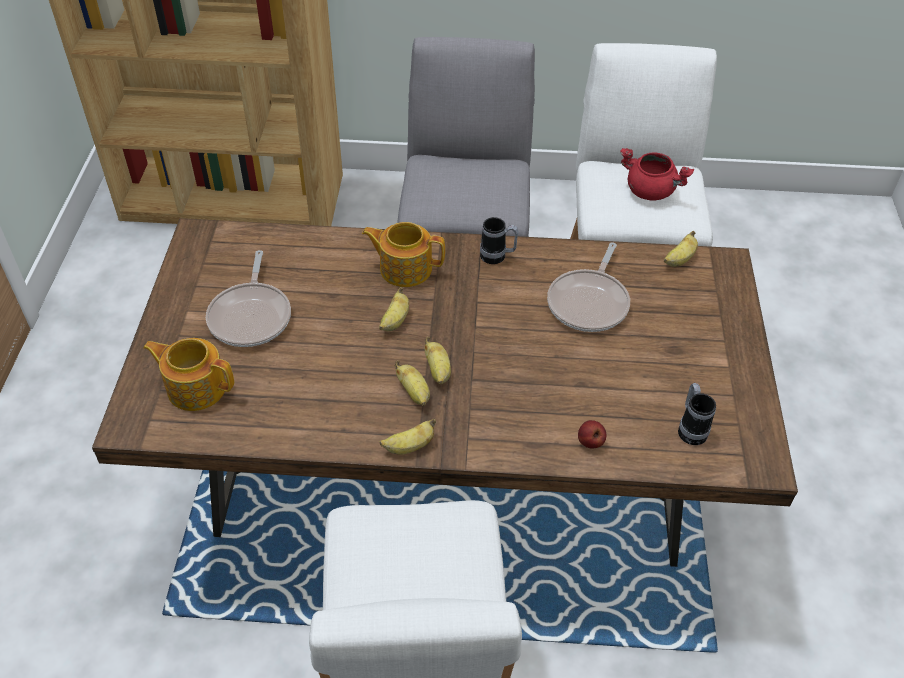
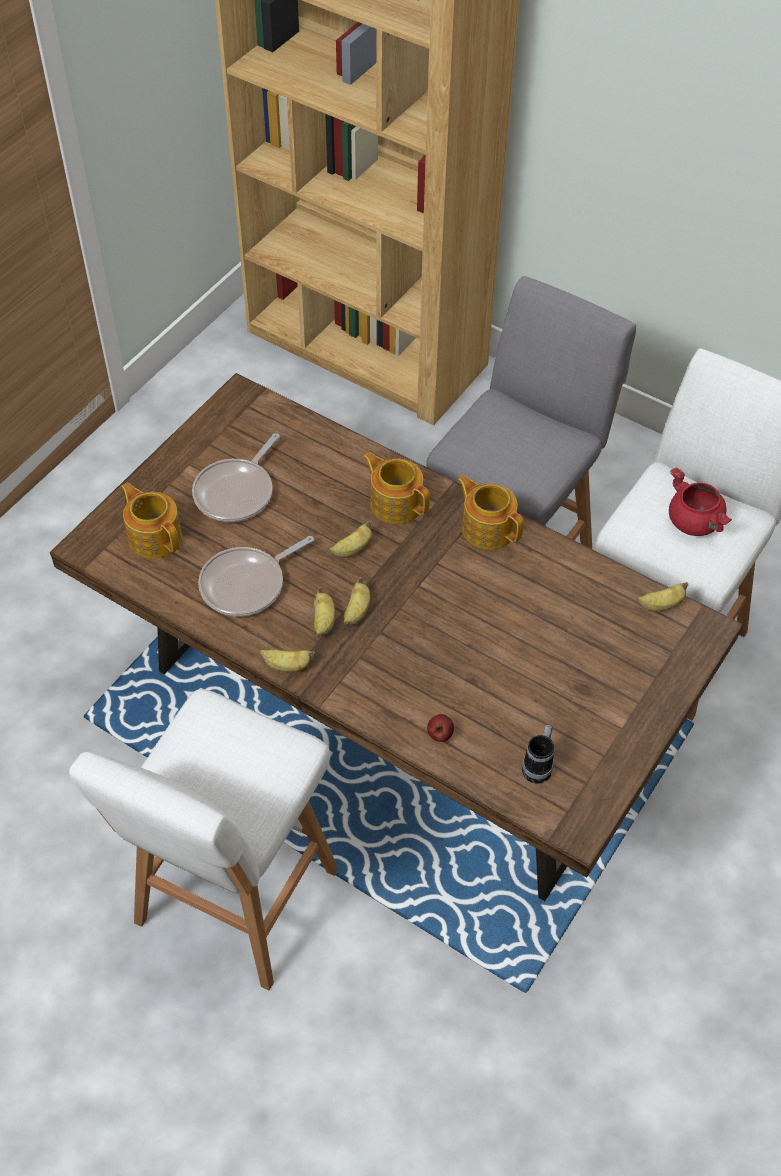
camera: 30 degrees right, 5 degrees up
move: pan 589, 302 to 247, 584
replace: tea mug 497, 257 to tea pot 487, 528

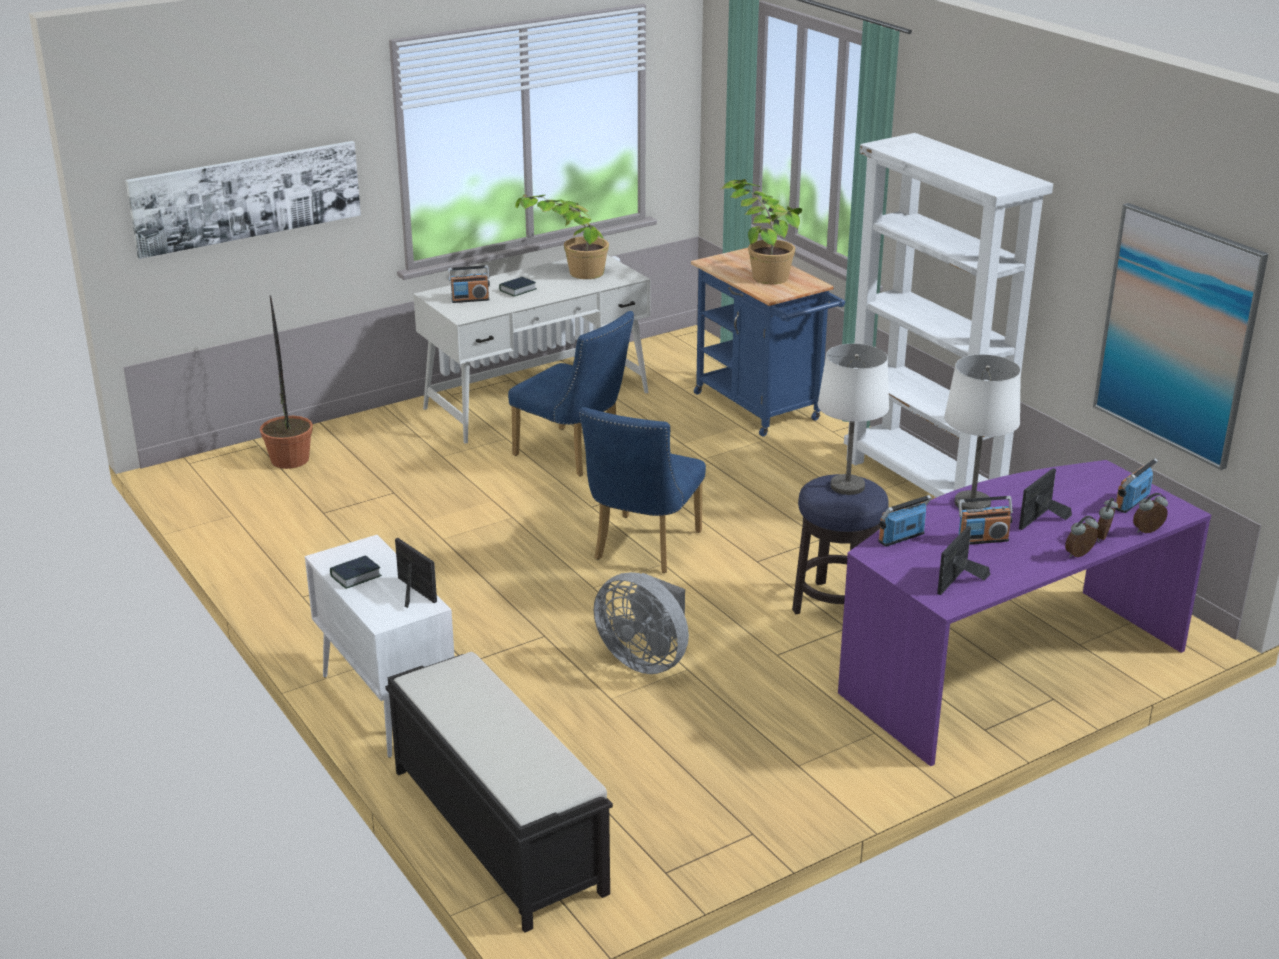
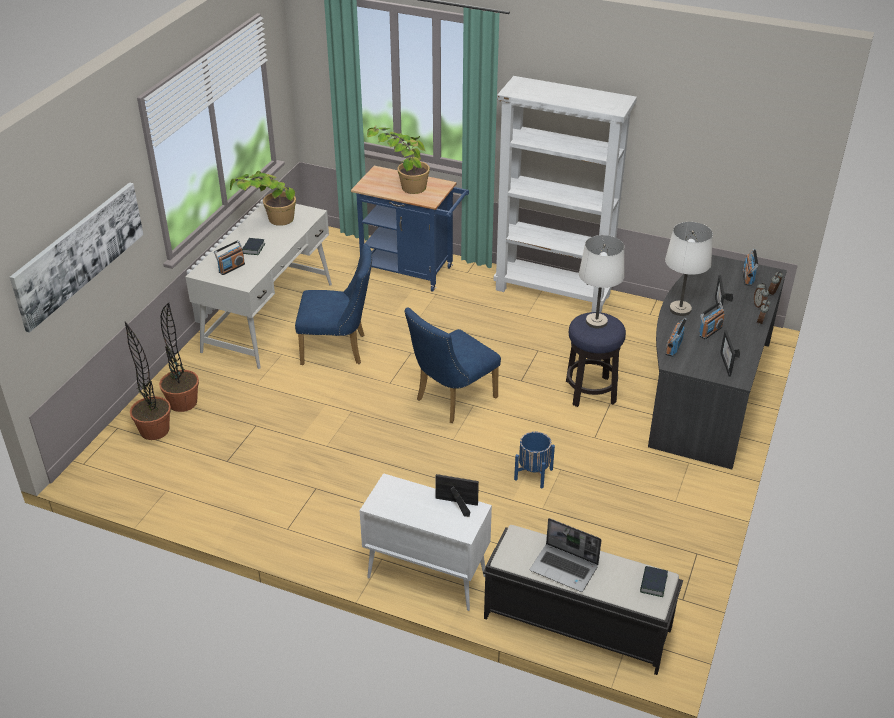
camera: 35 degrees left, 10 degrees up
delete: picture 1177, 334
insert: plant in a pot 183, 403; laptop 565, 568
move: volume 355, 576 to 653, 584
replace: greyish fan 645, 660 to bluish plant pot 533, 474
recolor: purple desk 1006, 666 to greyish desk 705, 391
rotate: bluish plain chair 642, 549 = 451, 400 60 degrees clockwise

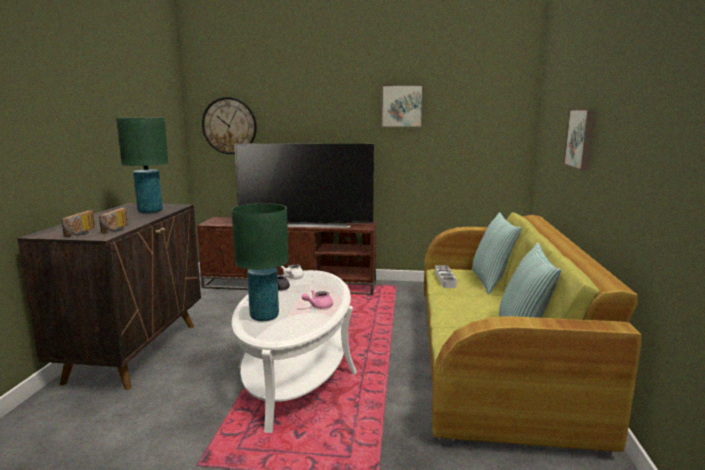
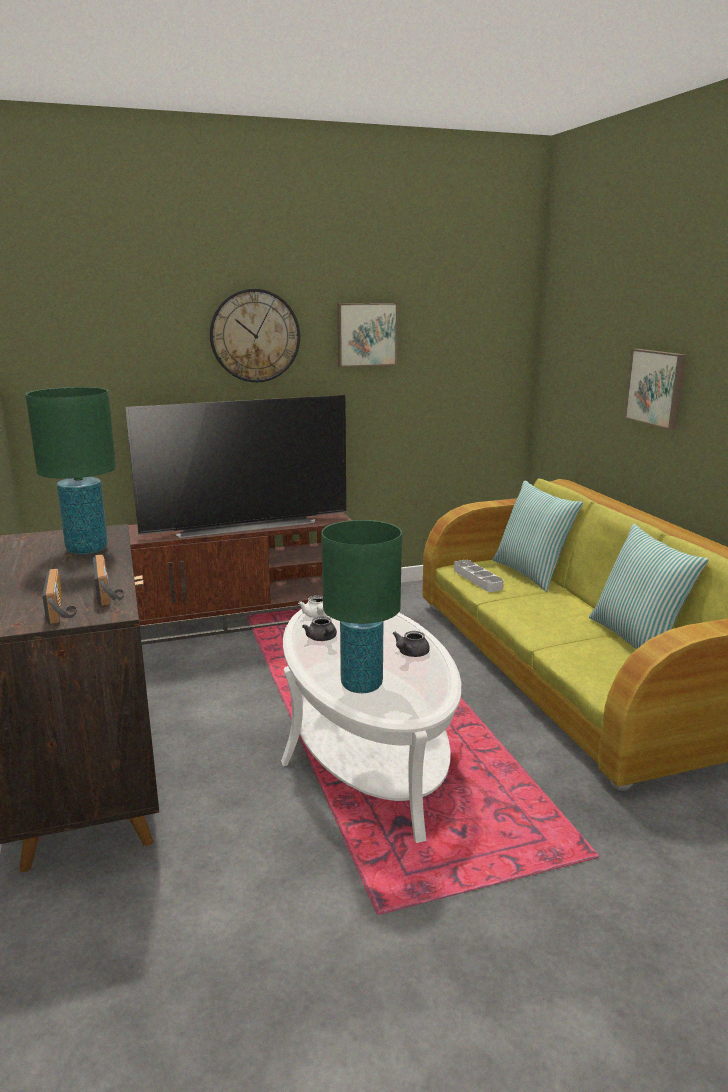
camera: 25 degrees left, 5 degrees up
move: wall clock 229, 126 to 255, 336
recolor: pinkish tea pot 318, 306 to greyish tea pot 410, 654

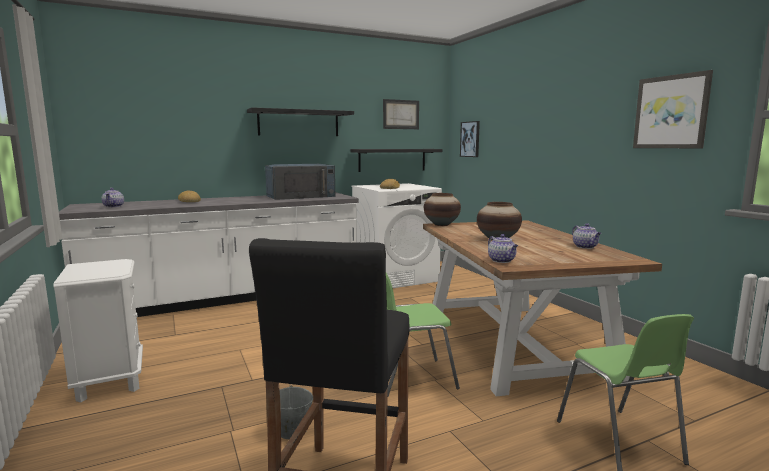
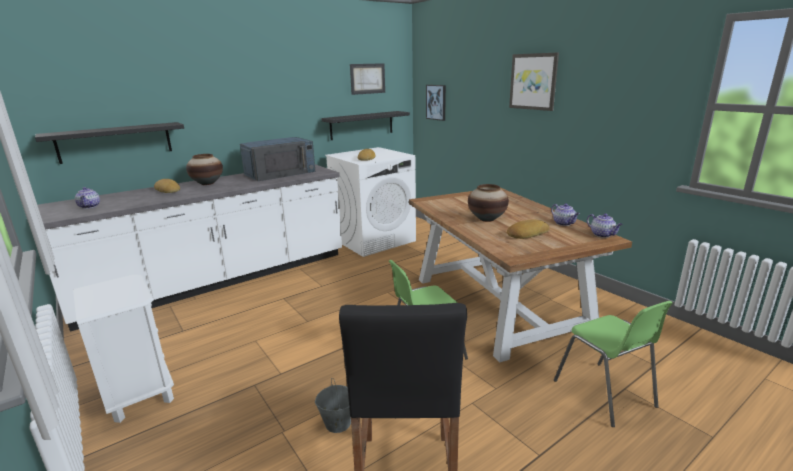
camera: 10 degrees left, 10 degrees up
insert: bakery bread 526, 233
move: black wall shelf 299, 123 to 115, 142; flower vase 441, 225 to 207, 183; tea pot 502, 261 to 602, 235; picture 671, 112 to 533, 81

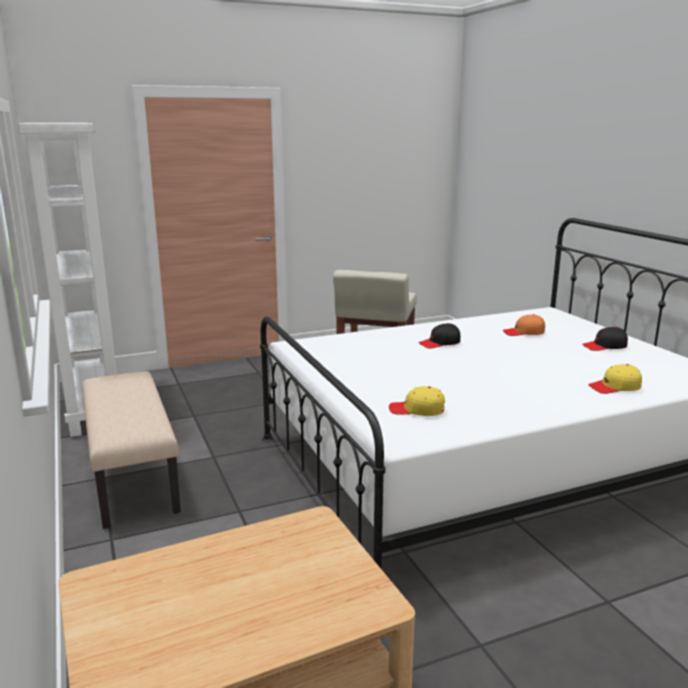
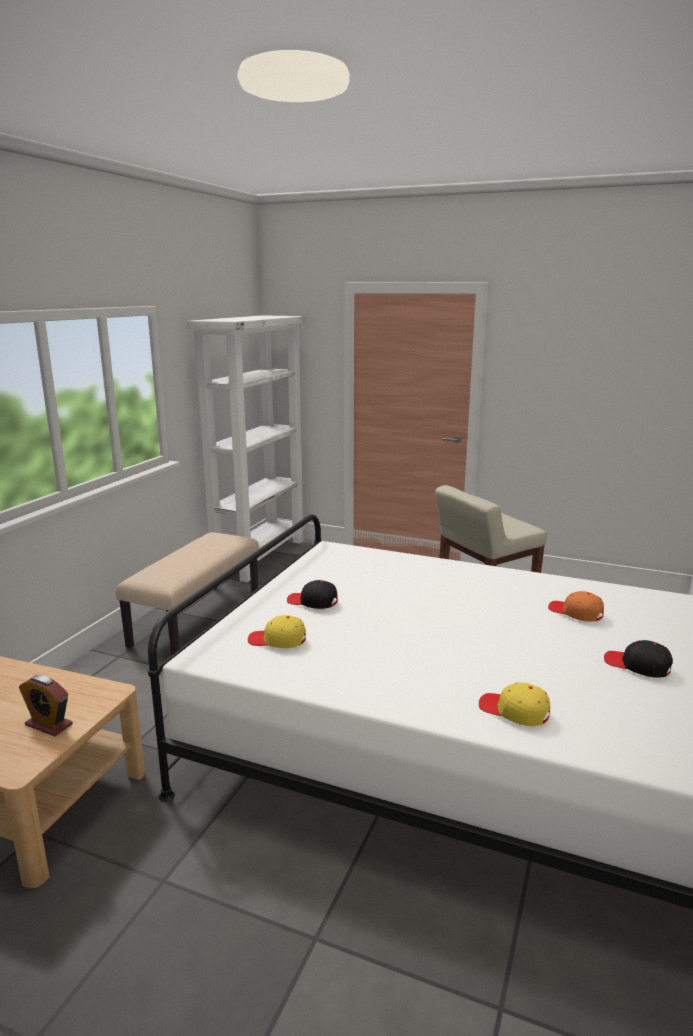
camera: 45 degrees right, 0 degrees up
insert: bedside clock 49, 725
move: black cap 440, 343 to 312, 602
rotate: yellow cap 417, 410 = 277, 640 45 degrees counterclockwise

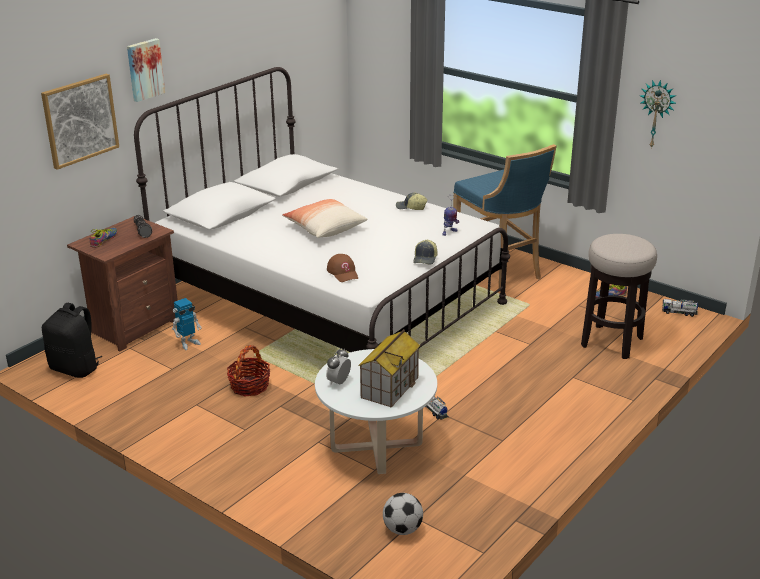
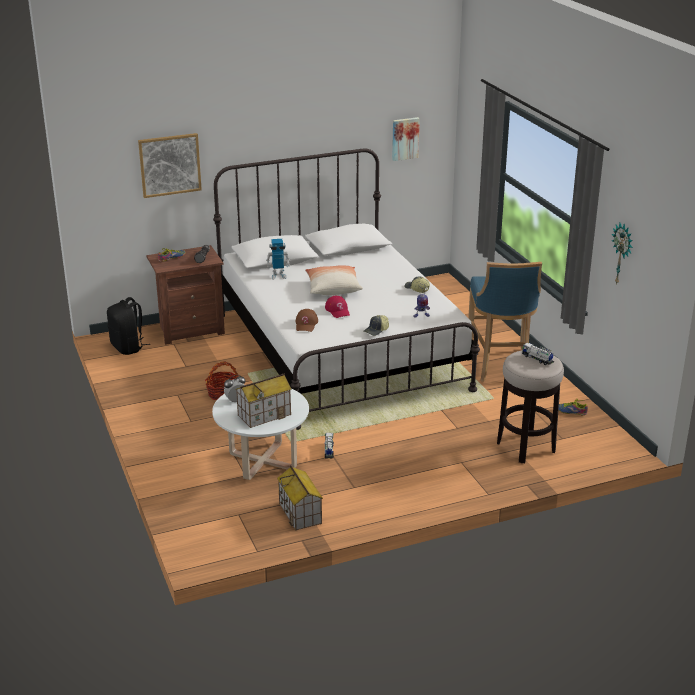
camera: 30 degrees right, 0 degrees up
delete: ball for football 402, 530
insert: toy house 300, 513; reddish cap 338, 310
move: picture 144, 69 to 405, 138; toy robot 188, 343 to 278, 276; toy truck 679, 312 to 537, 359

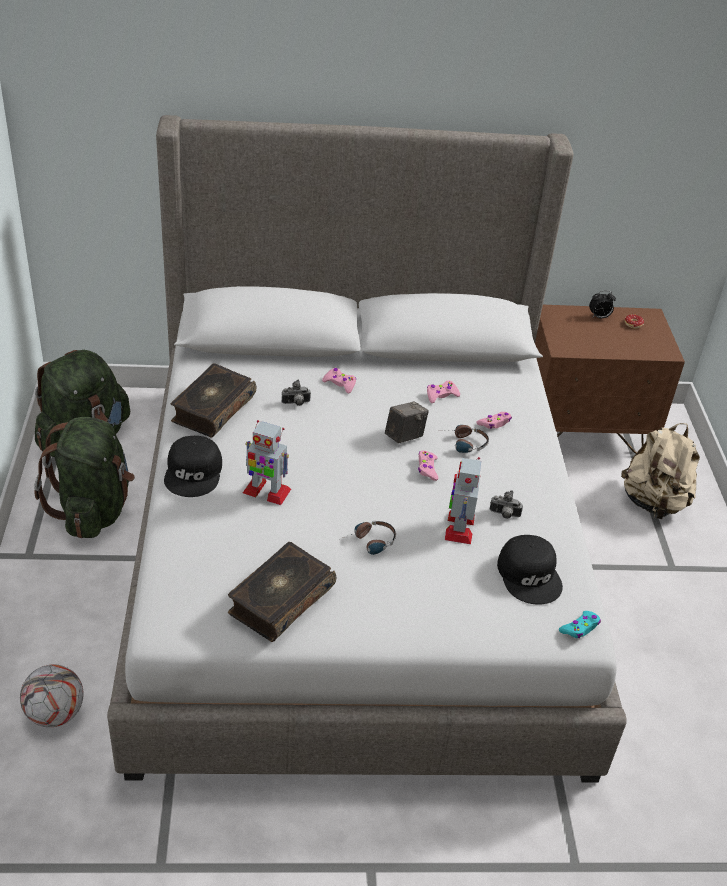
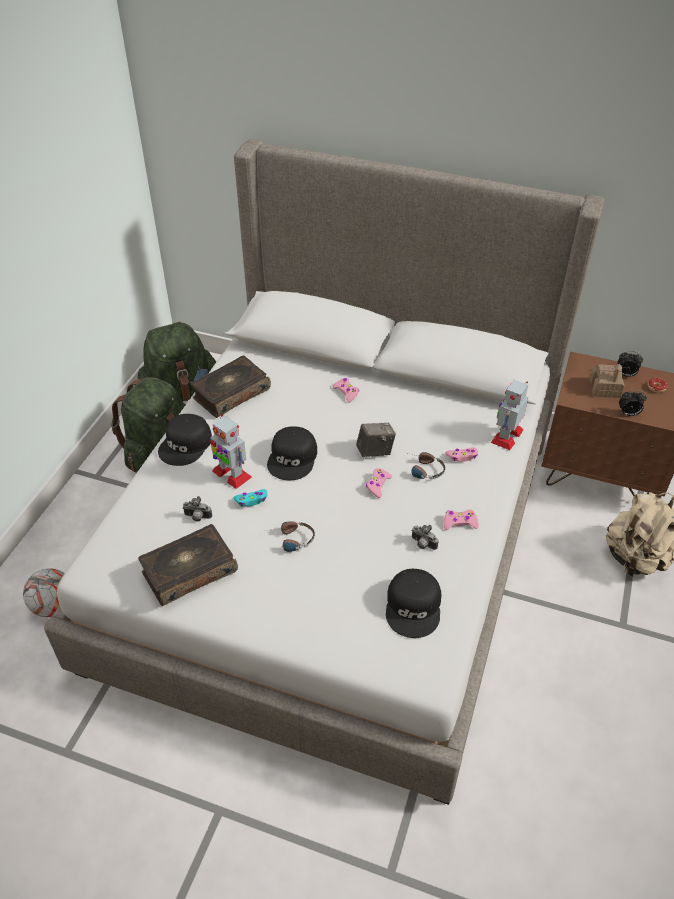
camera: 25 degrees right, 5 degrees up
insert: black cap 293, 458; toy house 605, 388; bedside clock 628, 414
move: still camera 296, 403 to 197, 517; pinkish joypad 441, 395 to 459, 522; toy robot 459, 527 to 507, 436; turquoise joypad 580, 628 to 251, 500

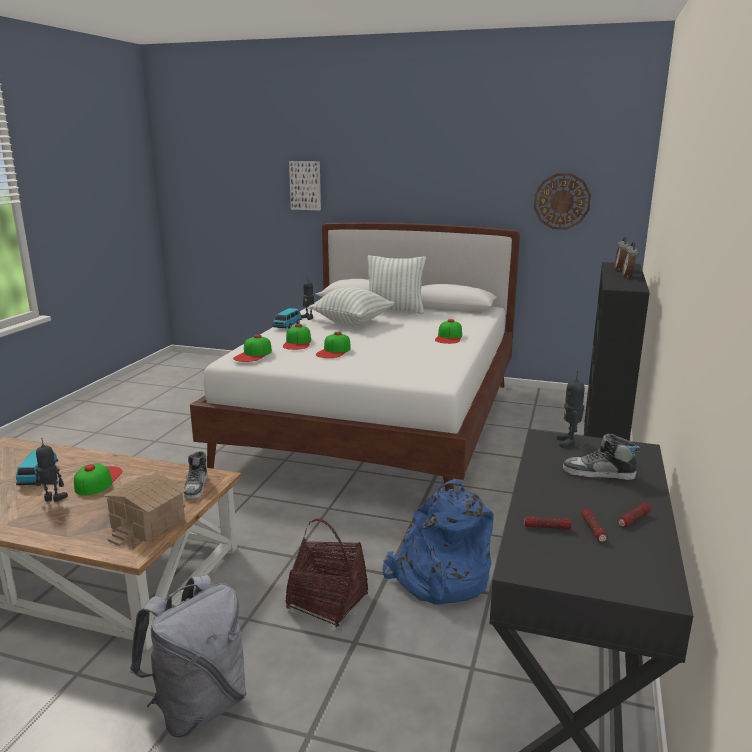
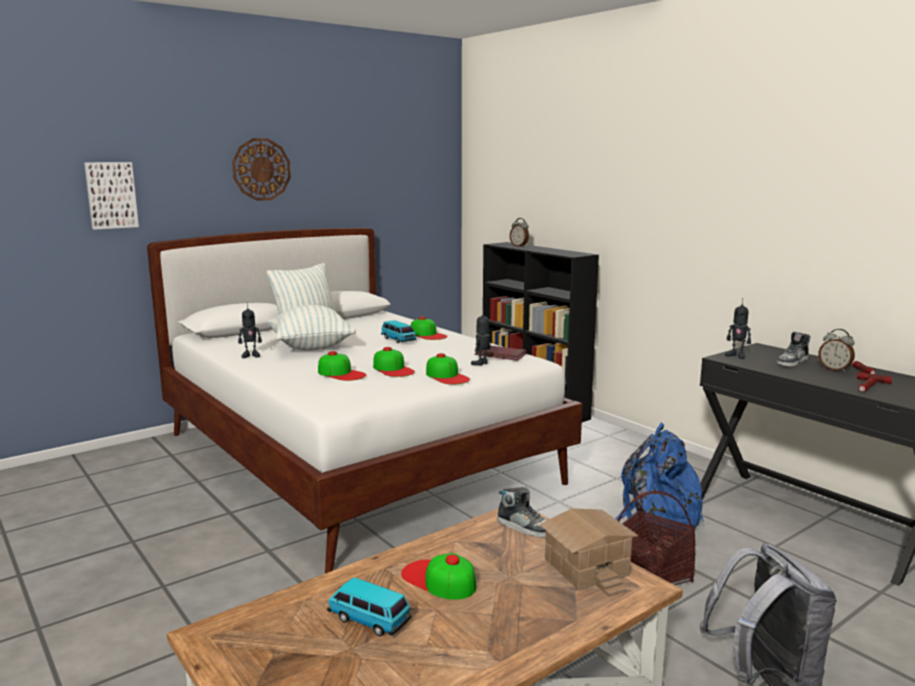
camera: 55 degrees left, 5 degrees down
insert: reddish volume 500, 355
move: toy robot 53, 499 to 481, 364; cap 253, 354 to 447, 376; toy car 287, 326 to 398, 340; wall clock 562, 201 to 261, 169; bedside clock 628, 276 to 834, 369

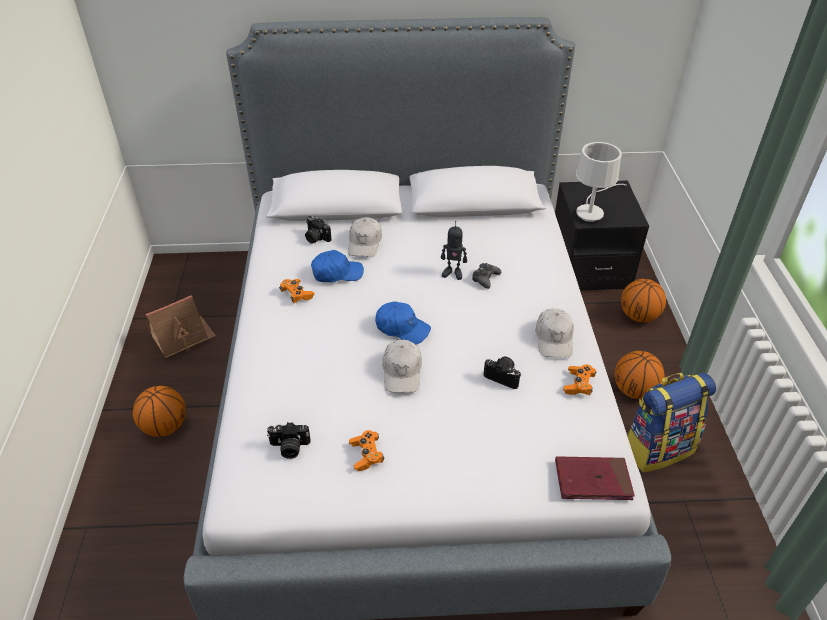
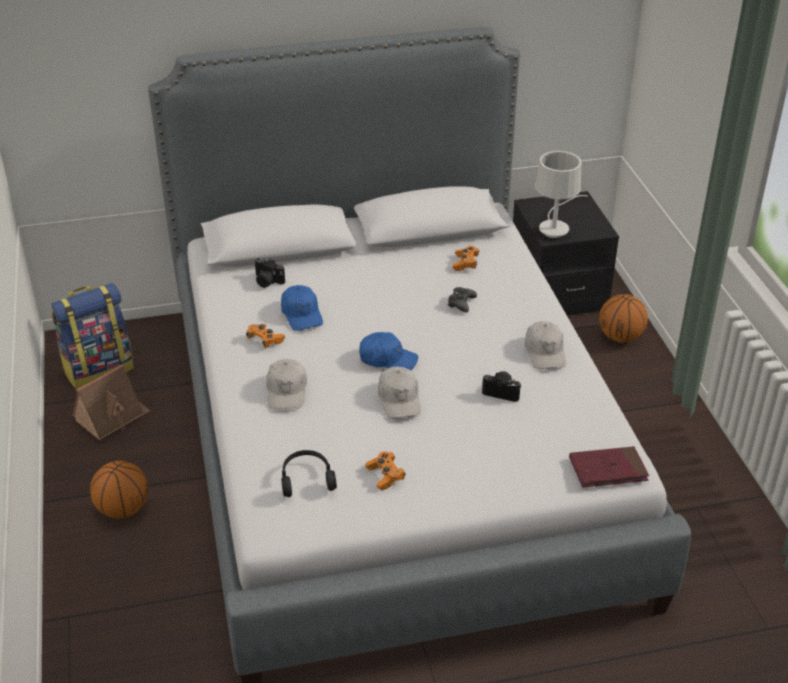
camera: 10 degrees left, 5 degrees down
delete: toy robot 453, 273; basketball 634, 390
move: white cap 365, 243 to 287, 391; orange-coloured joypad 578, 384 to 465, 263; backpack 657, 447 to 99, 369
replace: still camera 289, 447 to black pair of headphones 306, 478
rotate: bluish cap 337, 273 = 302, 314 90 degrees clockwise

